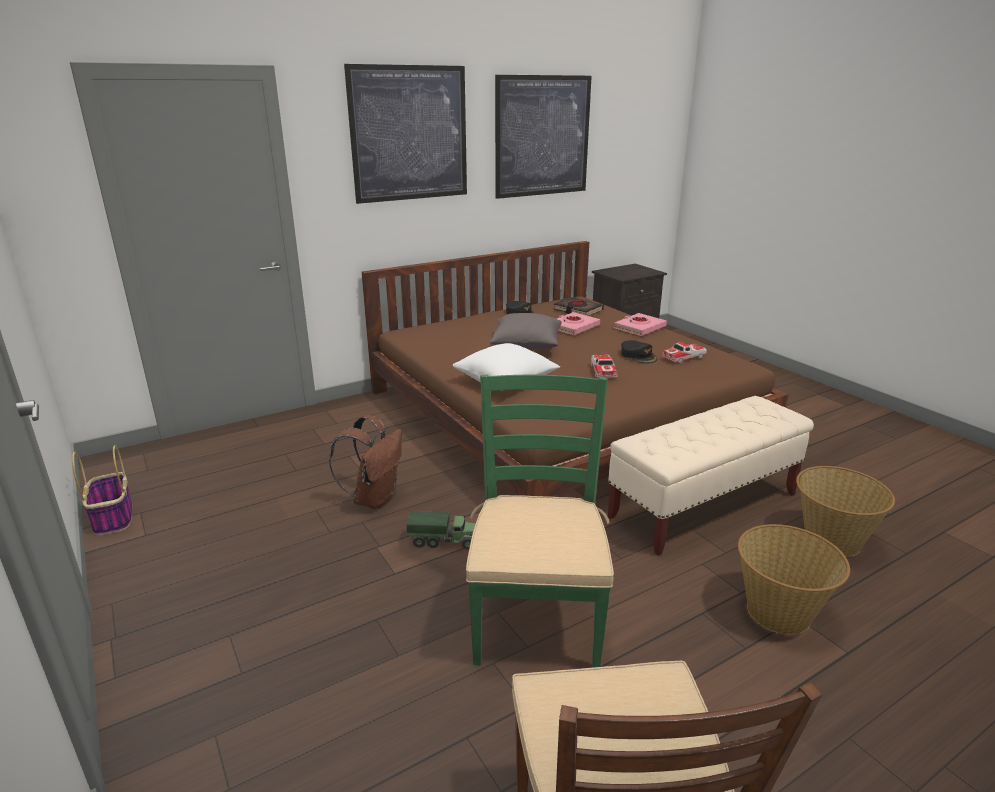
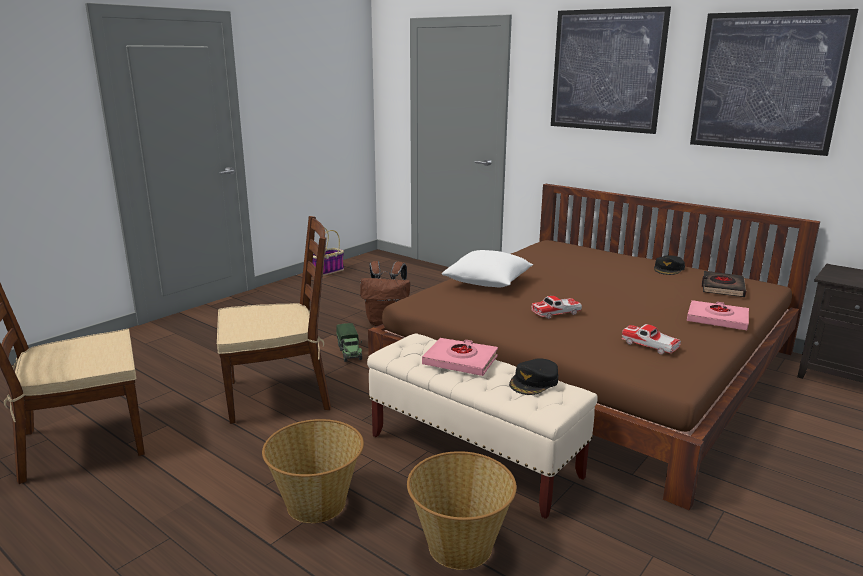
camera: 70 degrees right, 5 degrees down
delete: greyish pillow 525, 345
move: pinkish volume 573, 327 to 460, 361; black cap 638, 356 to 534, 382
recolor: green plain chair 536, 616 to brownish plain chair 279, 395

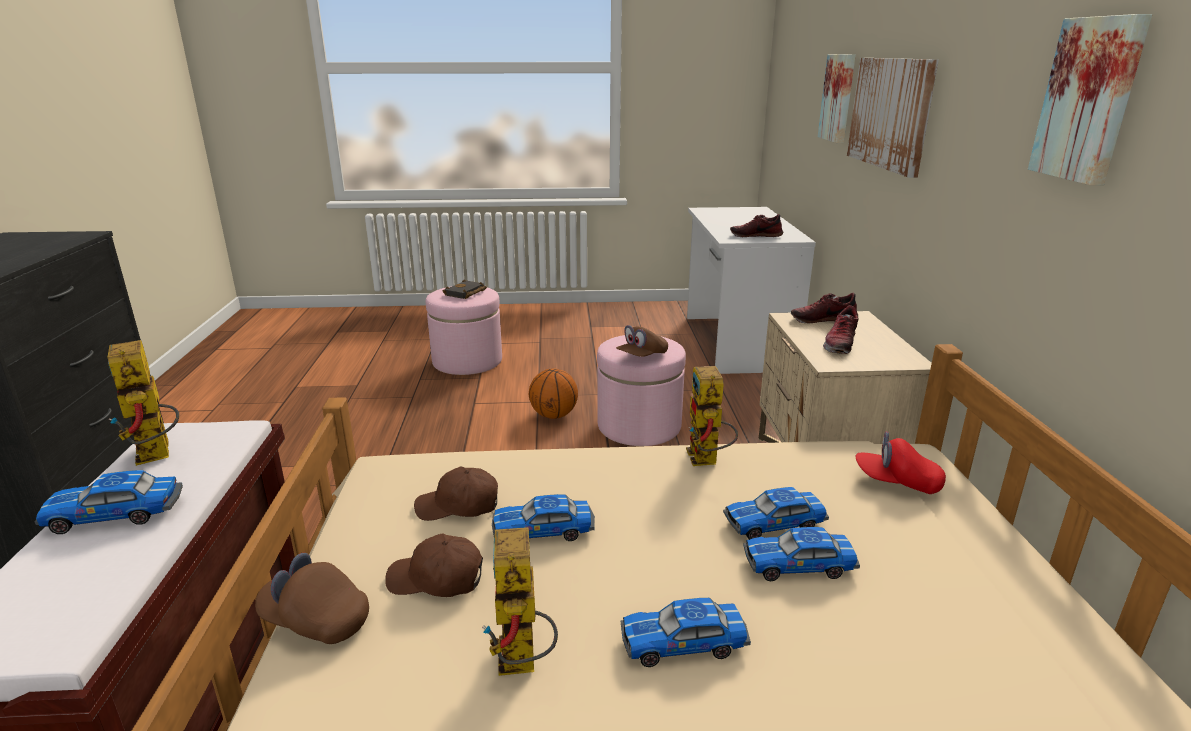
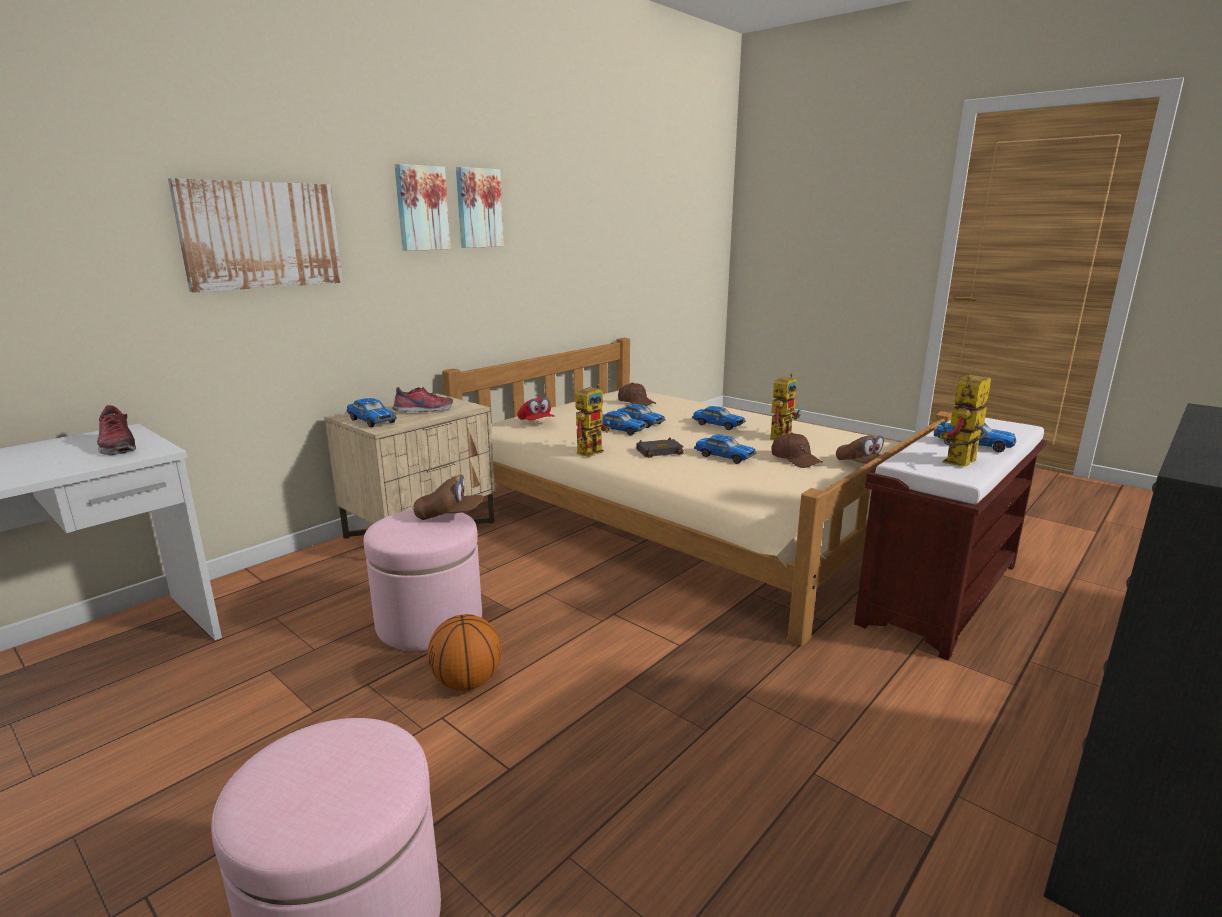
camera: 135 degrees left, 5 degrees down
move: brownish cap 458, 506 to 636, 403; black volume 465, 293 to 660, 451; picture 839, 98 to 421, 208
replace: shoe 823, 319 to toy car 371, 421
rotate: toy robot 158, 456 = 960, 464 150 degrees counterclockwise

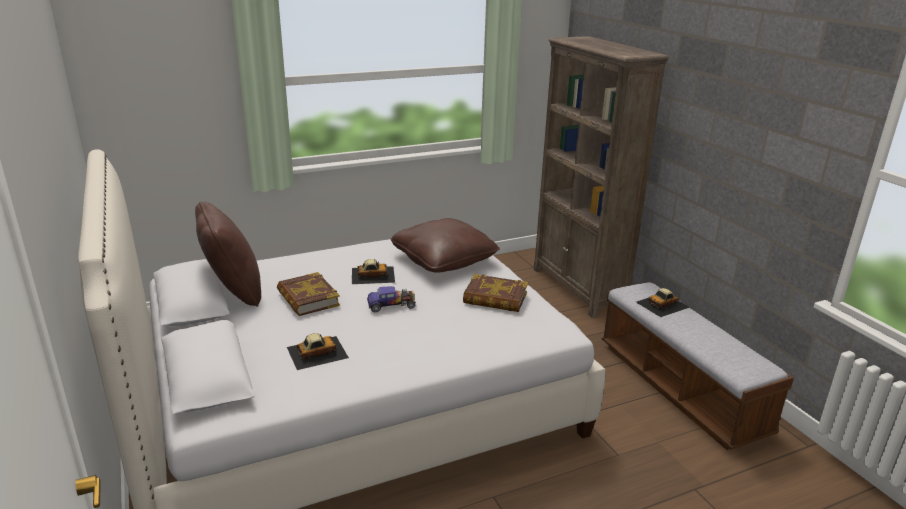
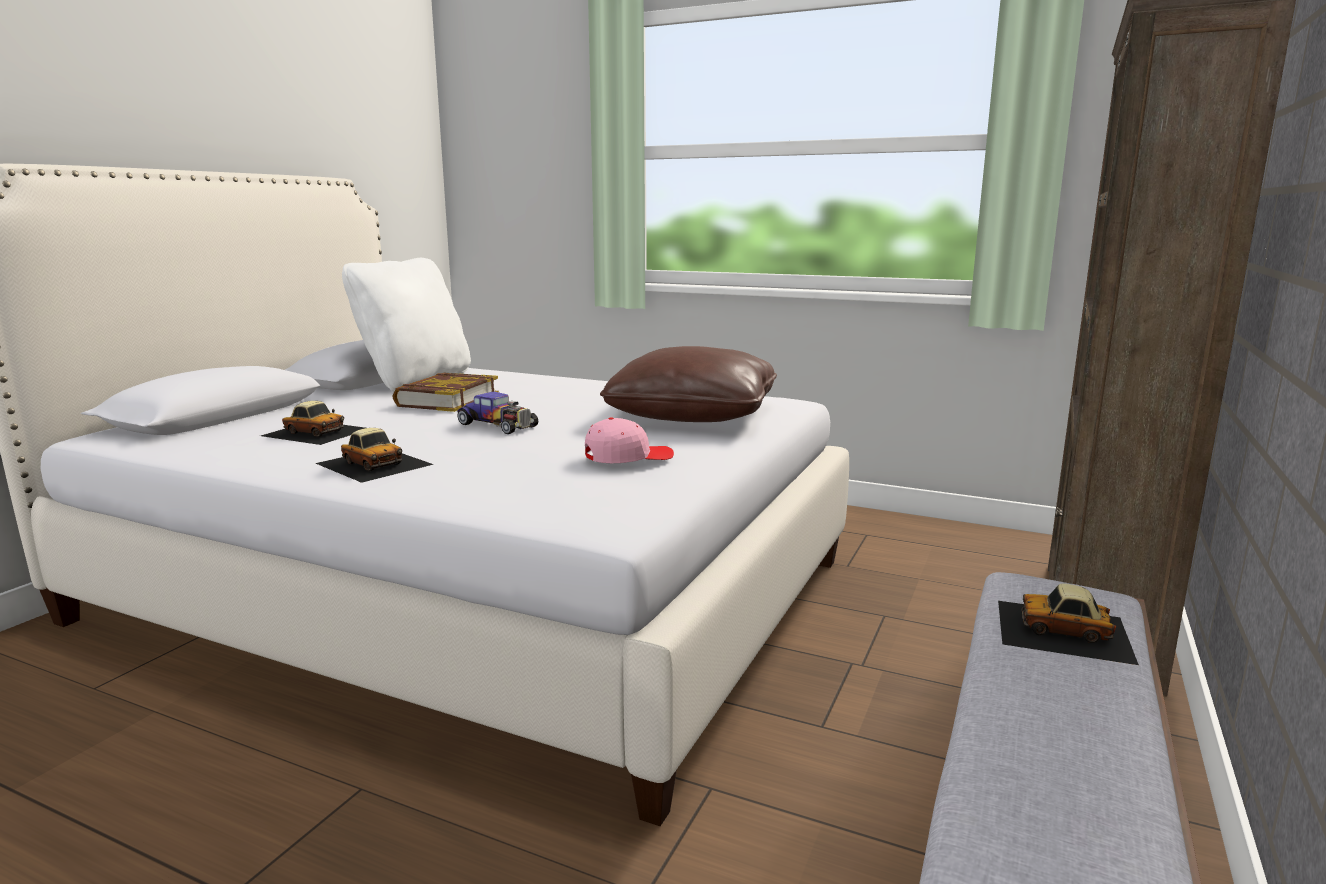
camera: 50 degrees right, 10 degrees down
move: toy car 372, 275 to 374, 463
replace: volume 495, 298 to pinkish cap 628, 457
recolor: brownish pillow 233, 291 to white pillow 415, 380

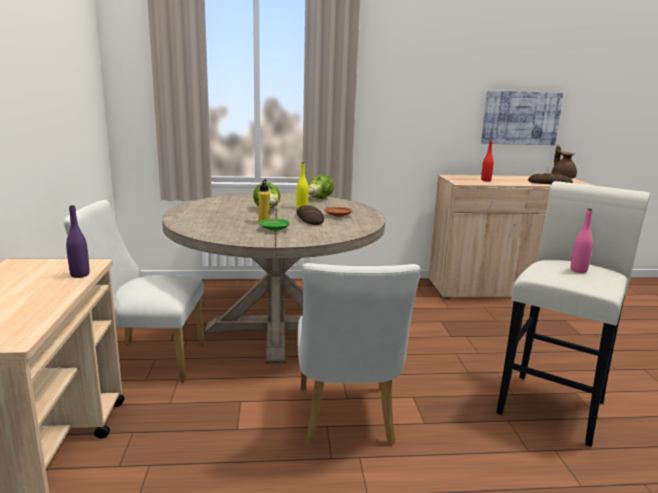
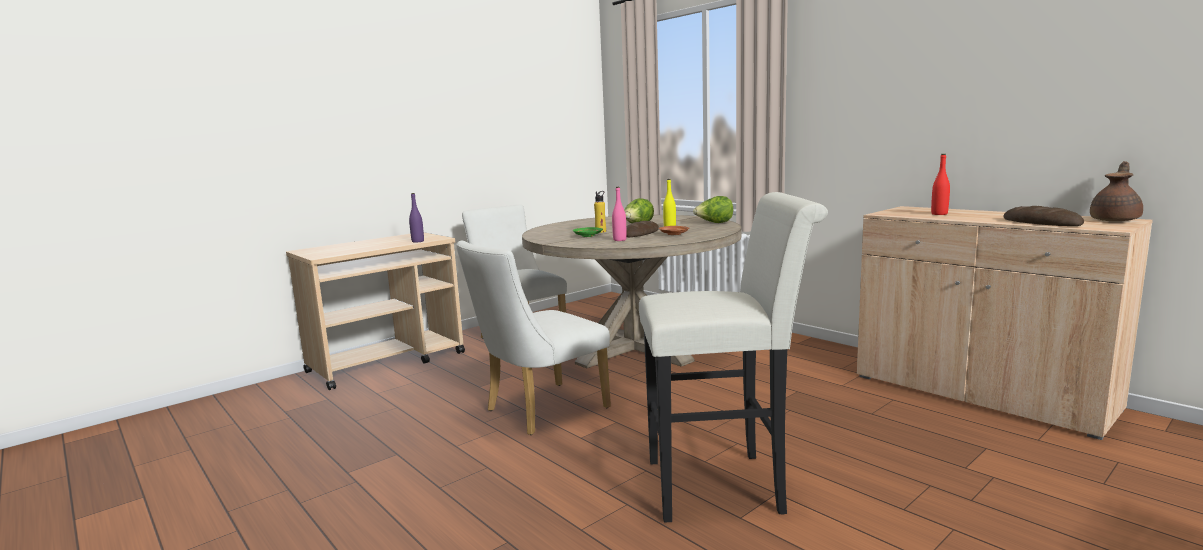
camera: 55 degrees right, 5 degrees down
delete: picture 520, 118
move: pinkish drink bottle 578, 270 to 619, 240

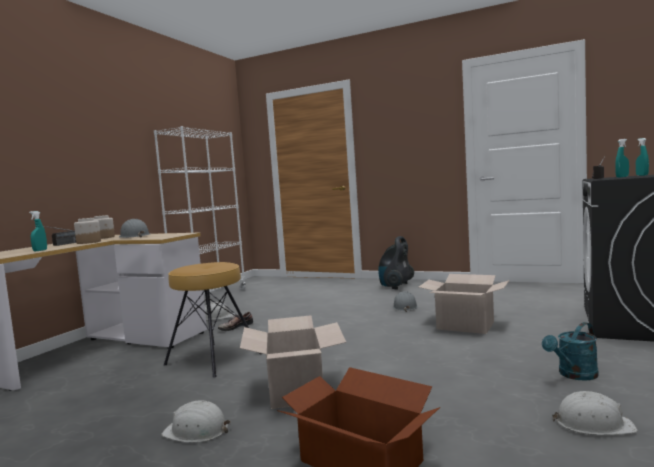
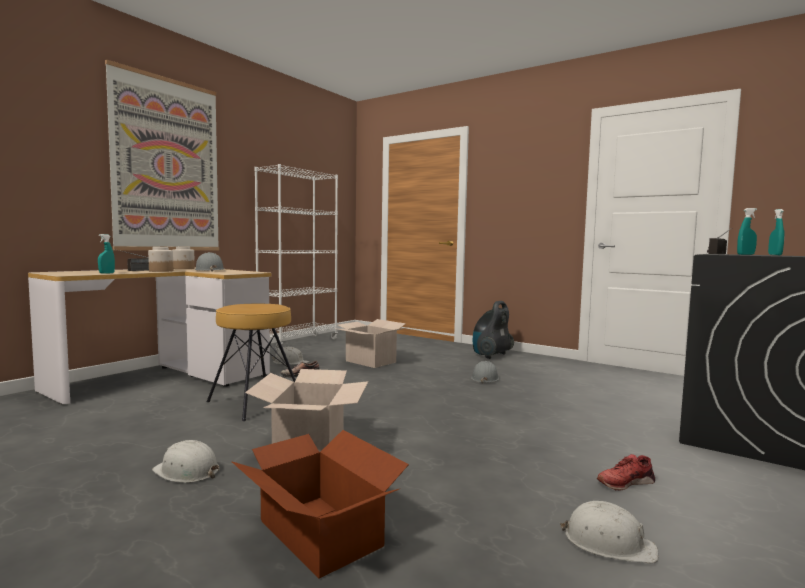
camera: 10 degrees right, 0 degrees up
insert: picture 167, 165
move: carton 465, 325 to 371, 361
replace: turquoise sprinkling can 574, 375 to reddish shoe 625, 482

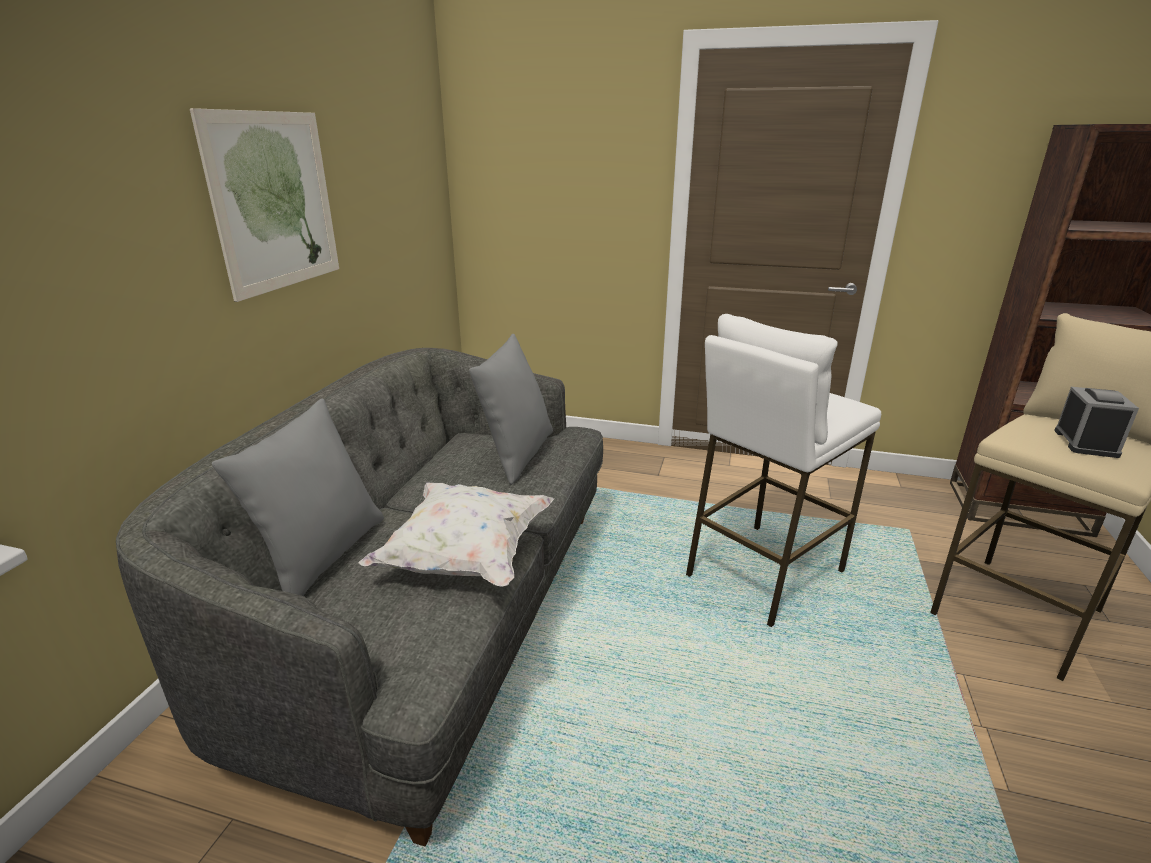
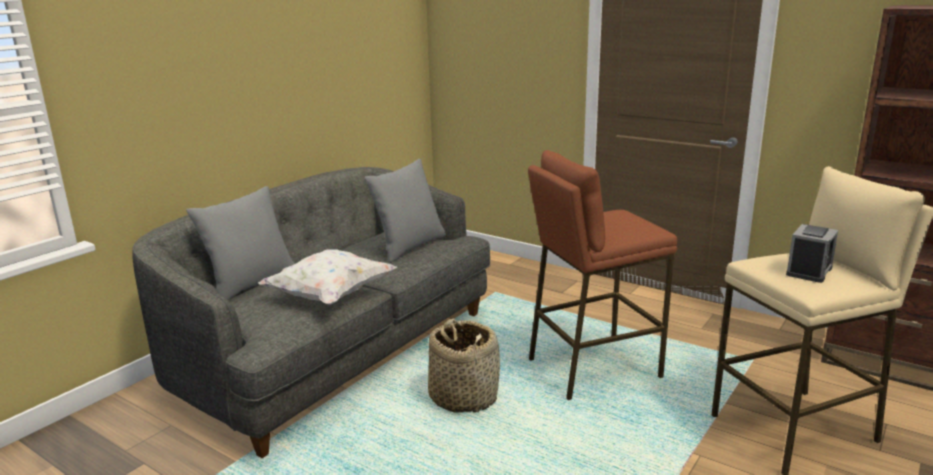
camera: 20 degrees right, 5 degrees down
delete: picture 275, 202
insert: storage basket 463, 397
recolor: white stool seat 762, 572 to brownish stool seat 592, 368

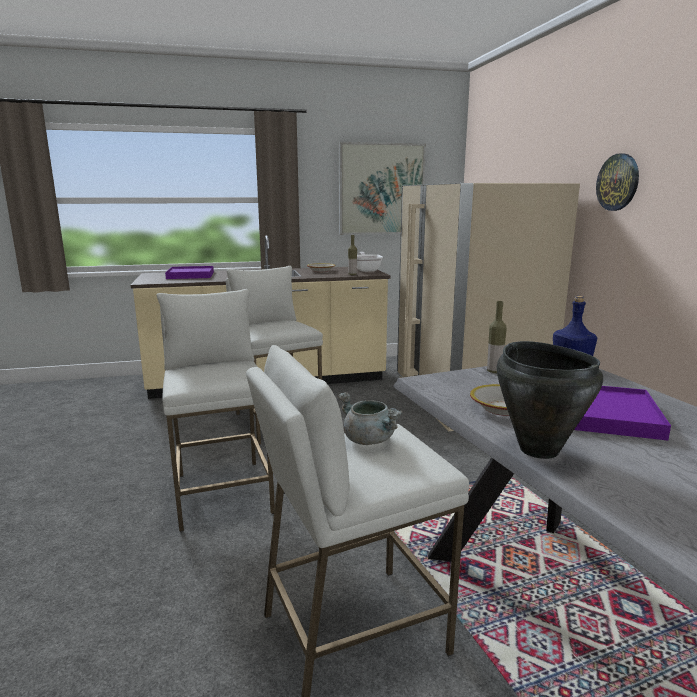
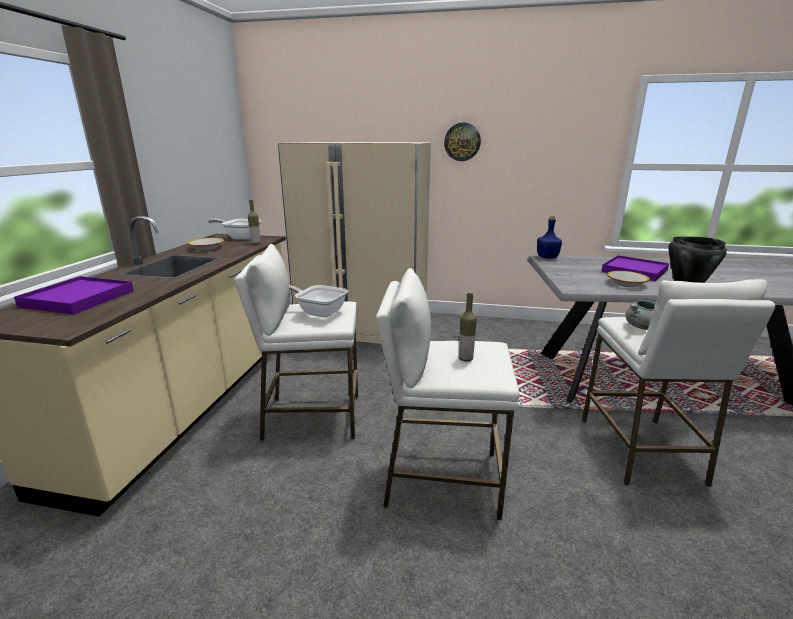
camera: 65 degrees left, 5 degrees up
delete: picture 381, 189
insert: pan 318, 312
move: drink bottle 494, 371 to 465, 359

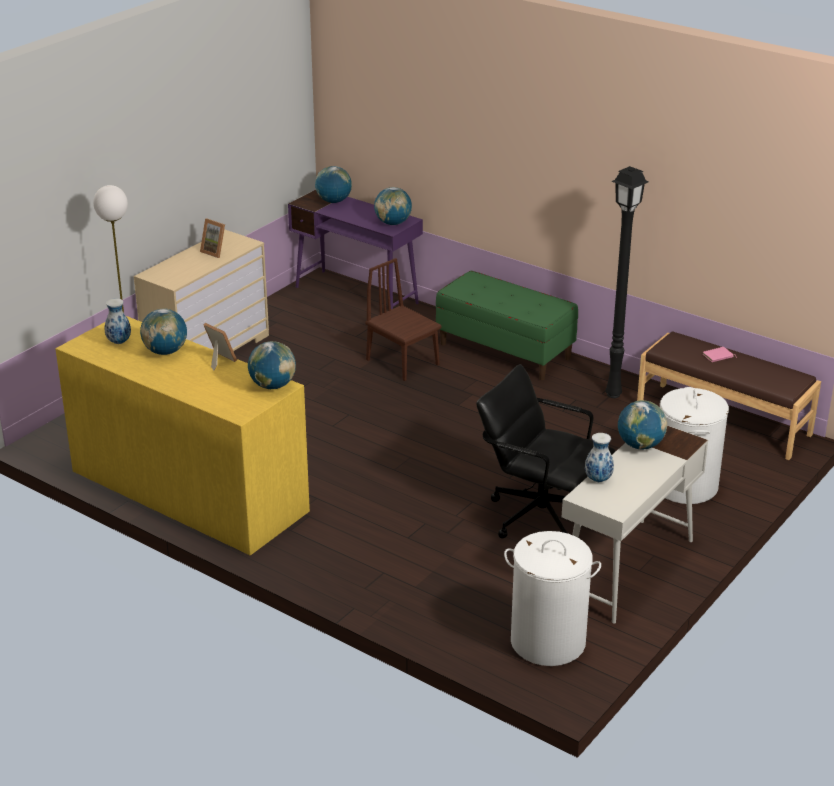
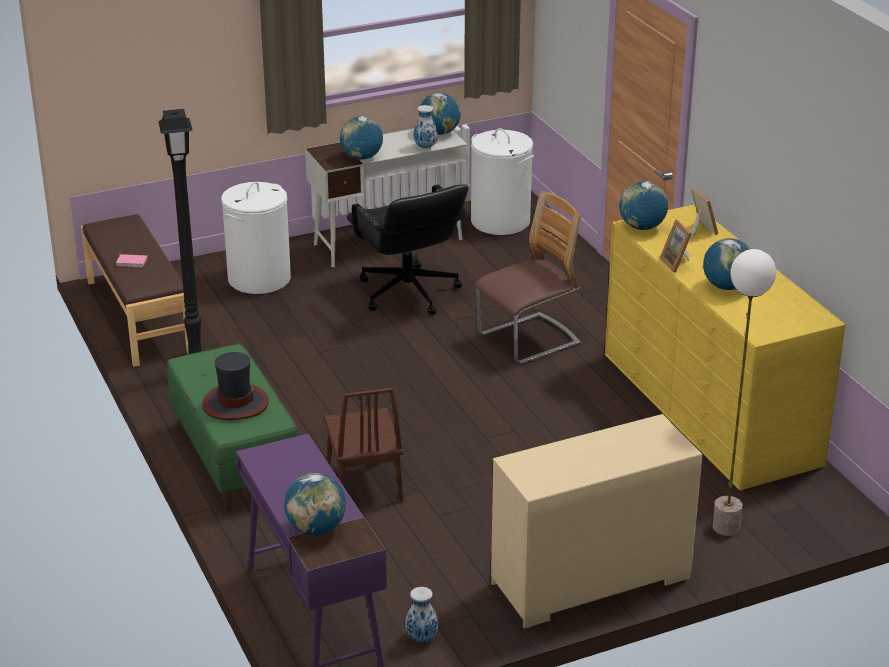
camera: 150 degrees left, 0 degrees up
insert: wearable hat 235, 403; plain chair 528, 340
move: flower vase 119, 342 to 422, 638; picture frame 215, 252 to 699, 230; globe 393, 223 to 439, 133

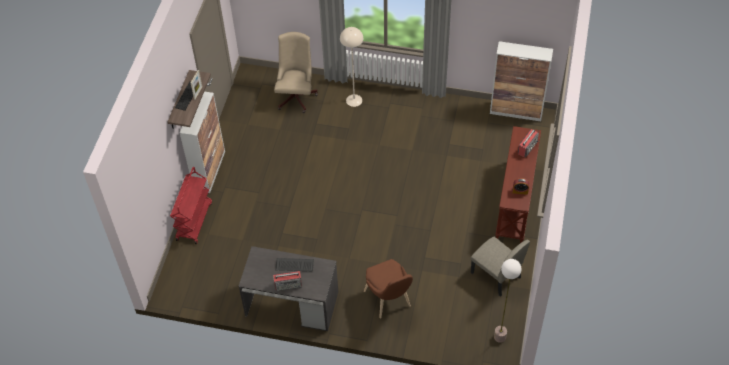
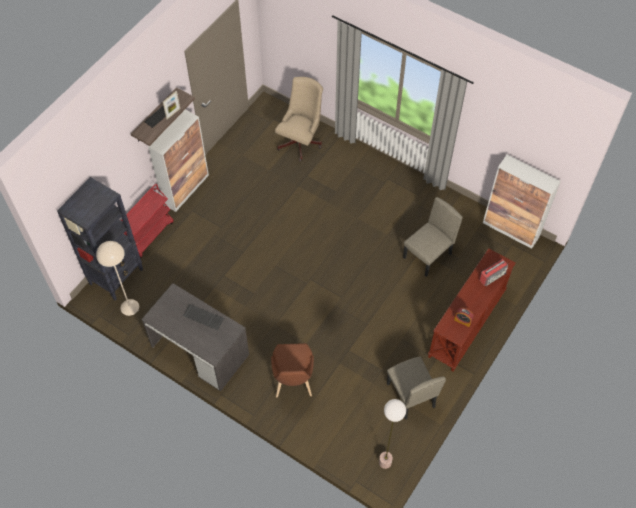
camera: 20 degrees right, 5 degrees up
delete: radio set 288, 284
insert: black shelving unit 116, 276; beige-coloured plain chair 428, 256
move: beige-coloured standard lamp 354, 100 to 129, 307

